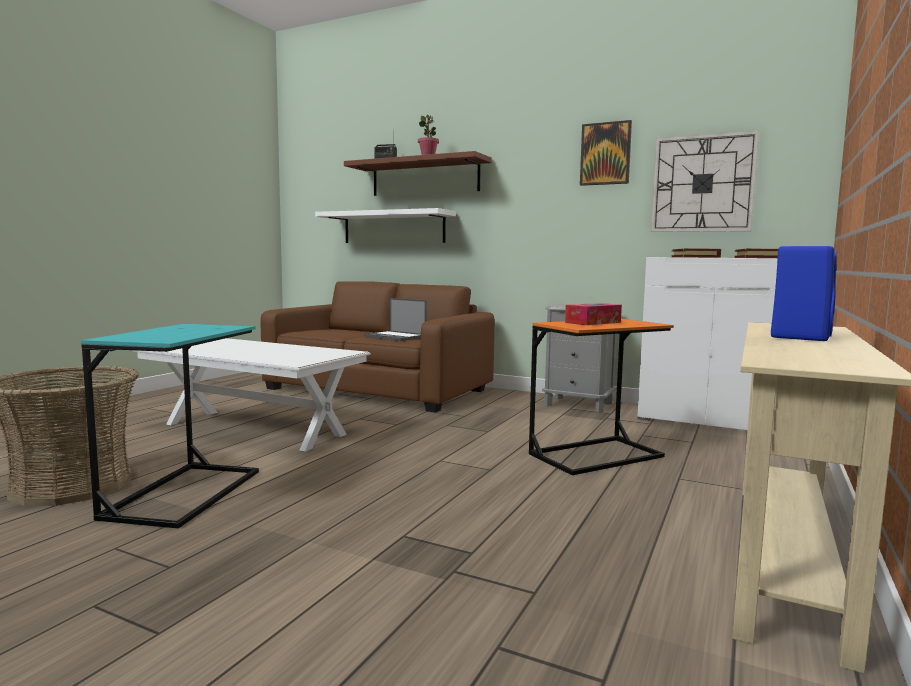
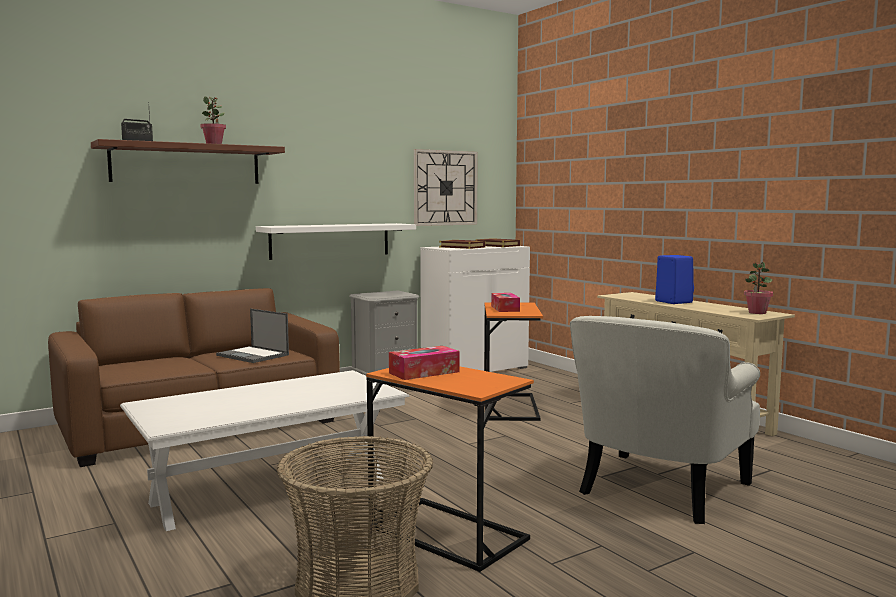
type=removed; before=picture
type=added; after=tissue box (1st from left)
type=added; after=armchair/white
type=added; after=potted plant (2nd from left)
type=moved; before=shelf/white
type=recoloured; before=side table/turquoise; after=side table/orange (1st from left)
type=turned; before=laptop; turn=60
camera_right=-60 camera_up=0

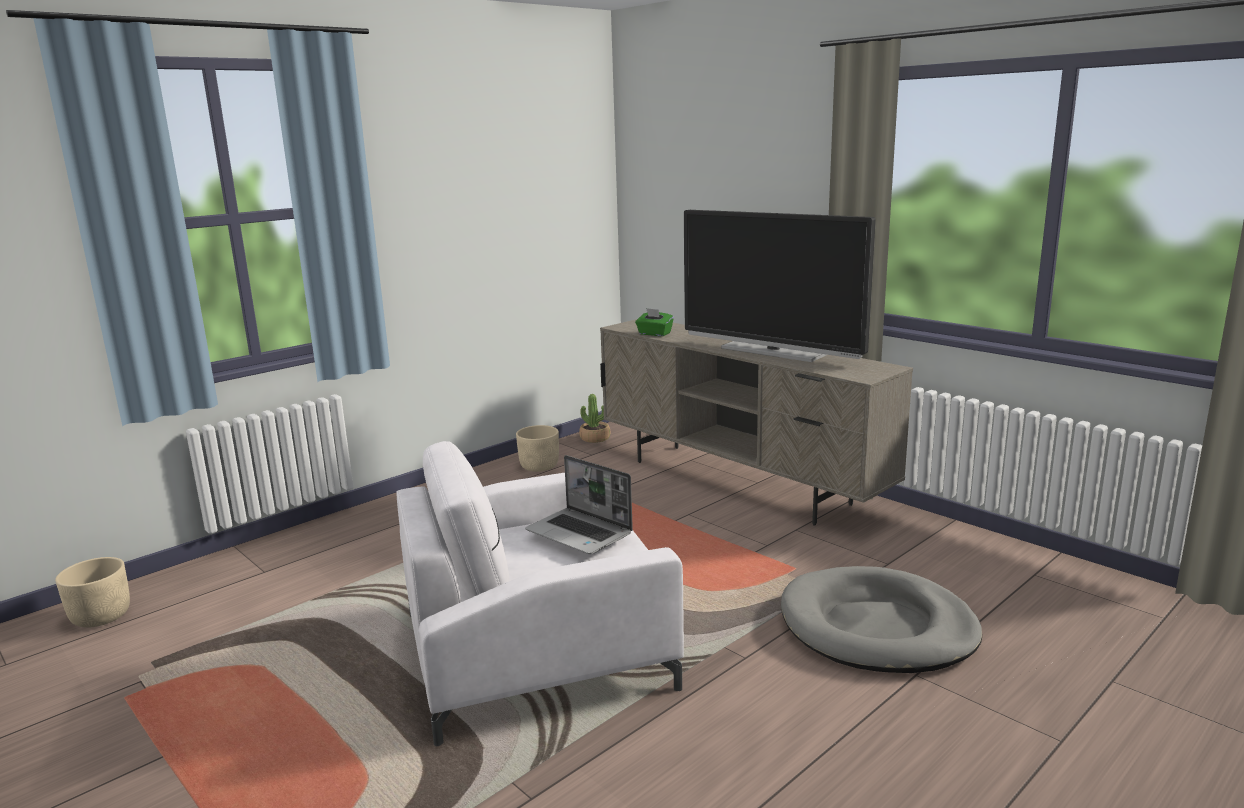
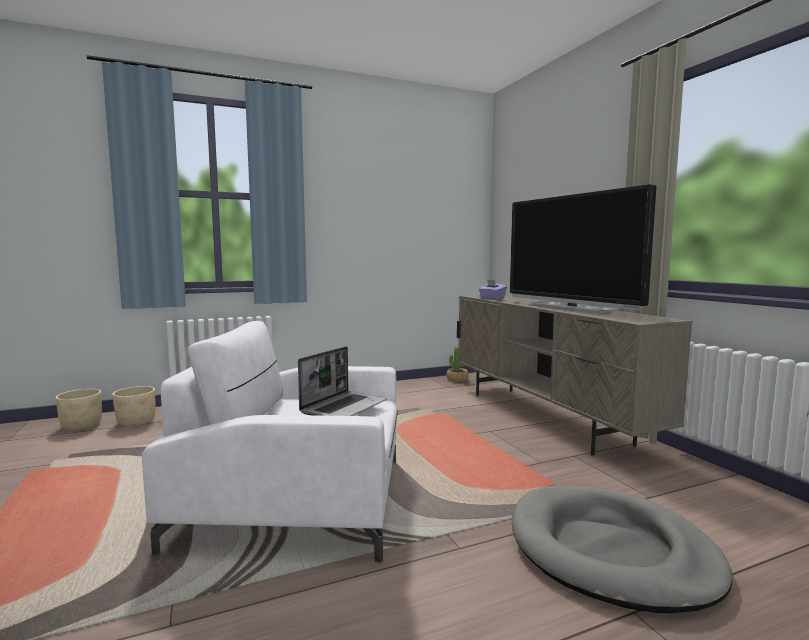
type=moved; before=planter/beige (2nd from left)
type=recoloured; before=tissue box/green; after=tissue box/purple
type=turned; before=laptop; turn=-120
camera_right=20 camera_up=-10

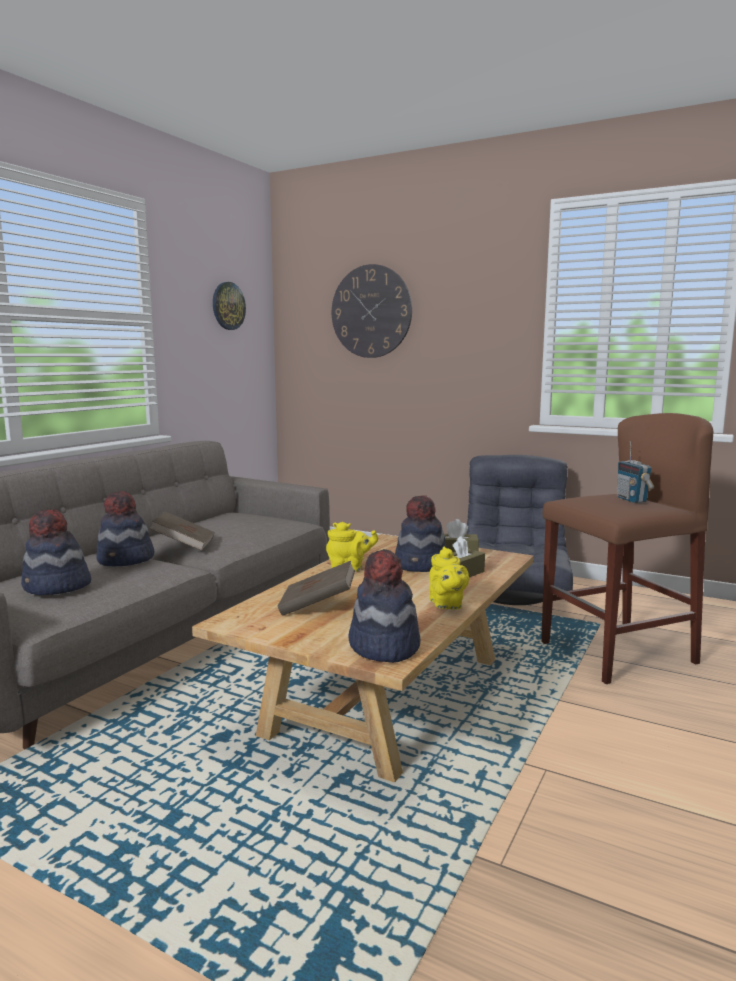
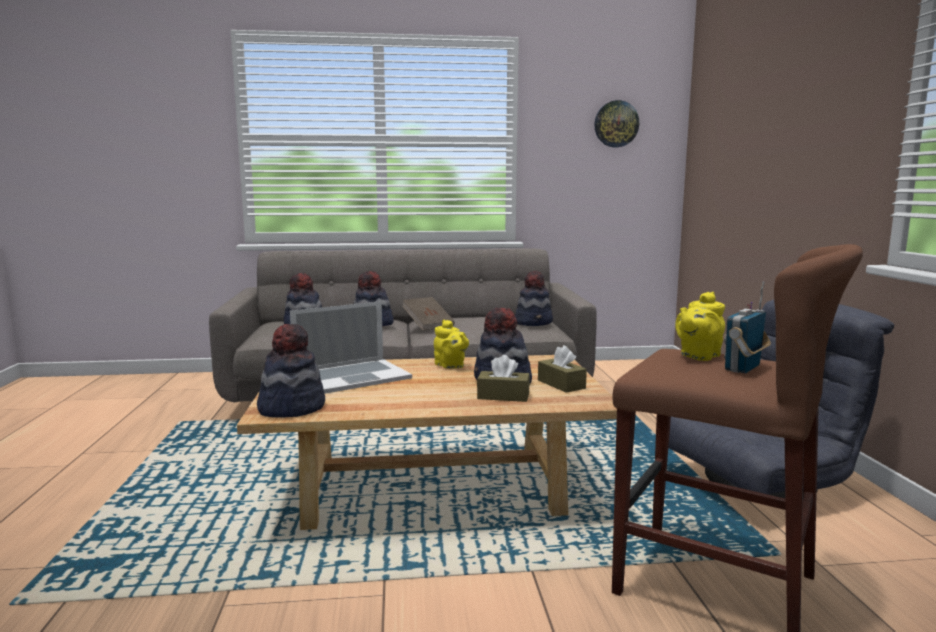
type=removed; before=wall clock (2nd from left)
type=added; after=hat (5th from left)
type=moved; before=teapot/yellow (2nd from left)
type=replaced; before=book/brown (2nd from left); after=laptop
camera_right=55 camera_up=0

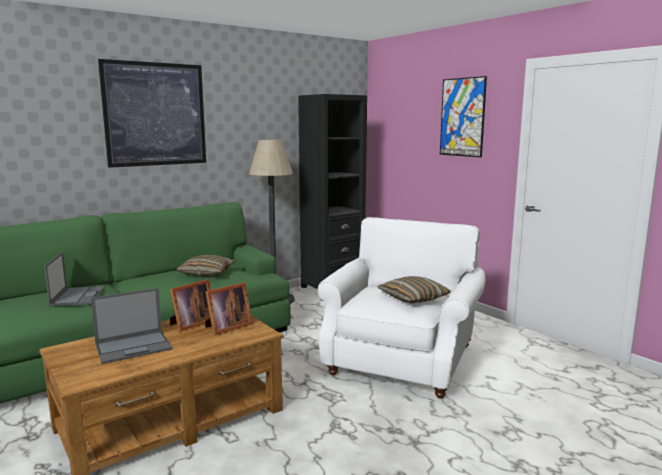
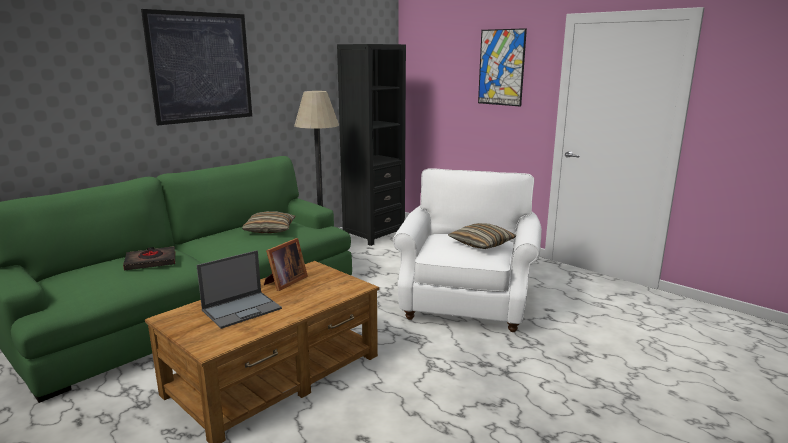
type=removed; before=picture frame (2nd from left)
type=replaced; before=laptop (1st from left); after=book/black
camera_right=-10 camera_up=5

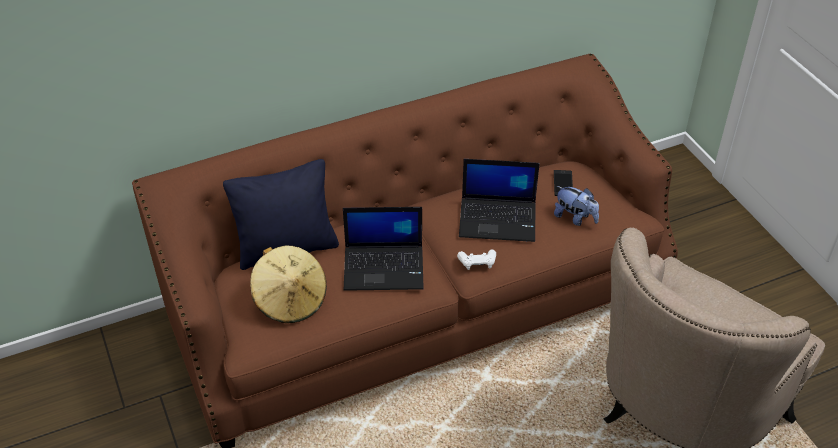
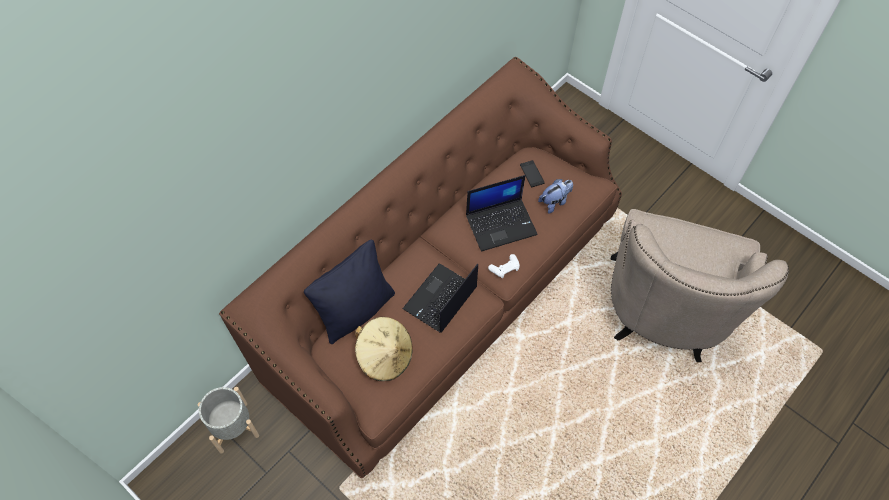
type=added; after=planter/grey
type=turned; before=laptop (1st from left); turn=150
type=turned; before=plush toy; turn=-45
camera_right=-25 camera_up=15

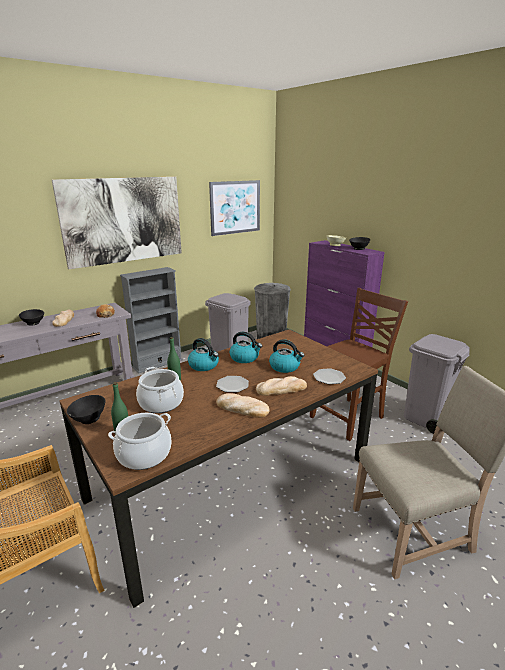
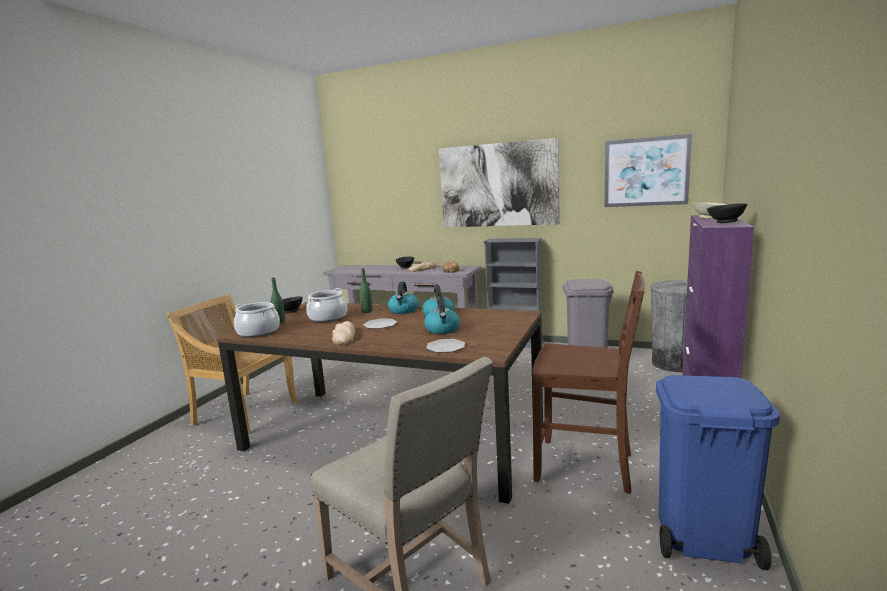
type=removed; before=bread (4th from left)
type=recoloured; before=trash can/grey (3rd from left); after=trash can/blue
camera_right=60 camera_up=-10

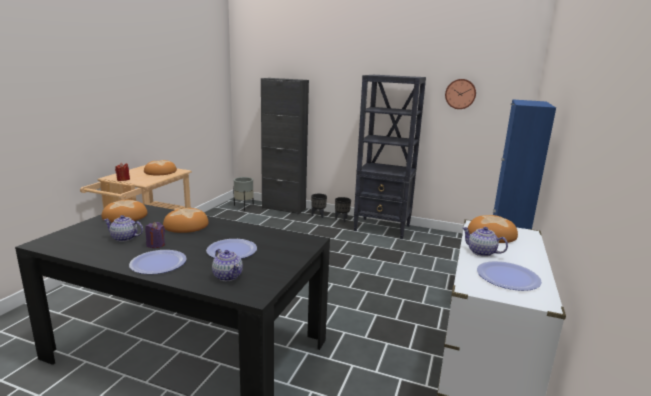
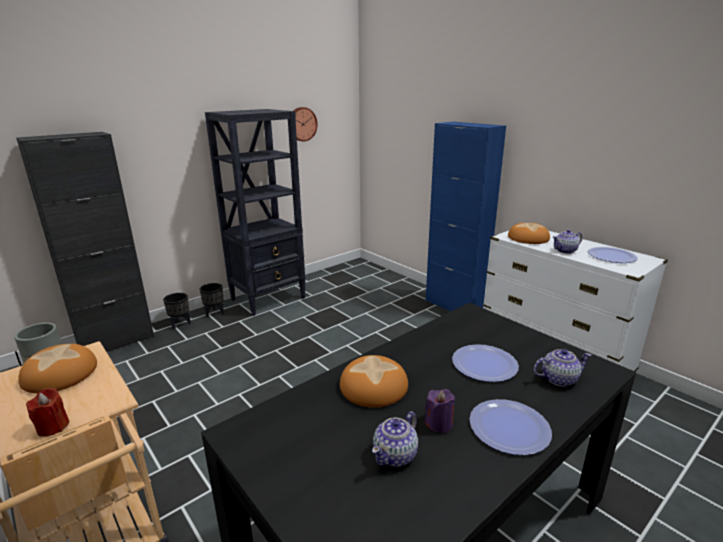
type=removed; before=bread (1st from left)
camera_right=-60 camera_up=5

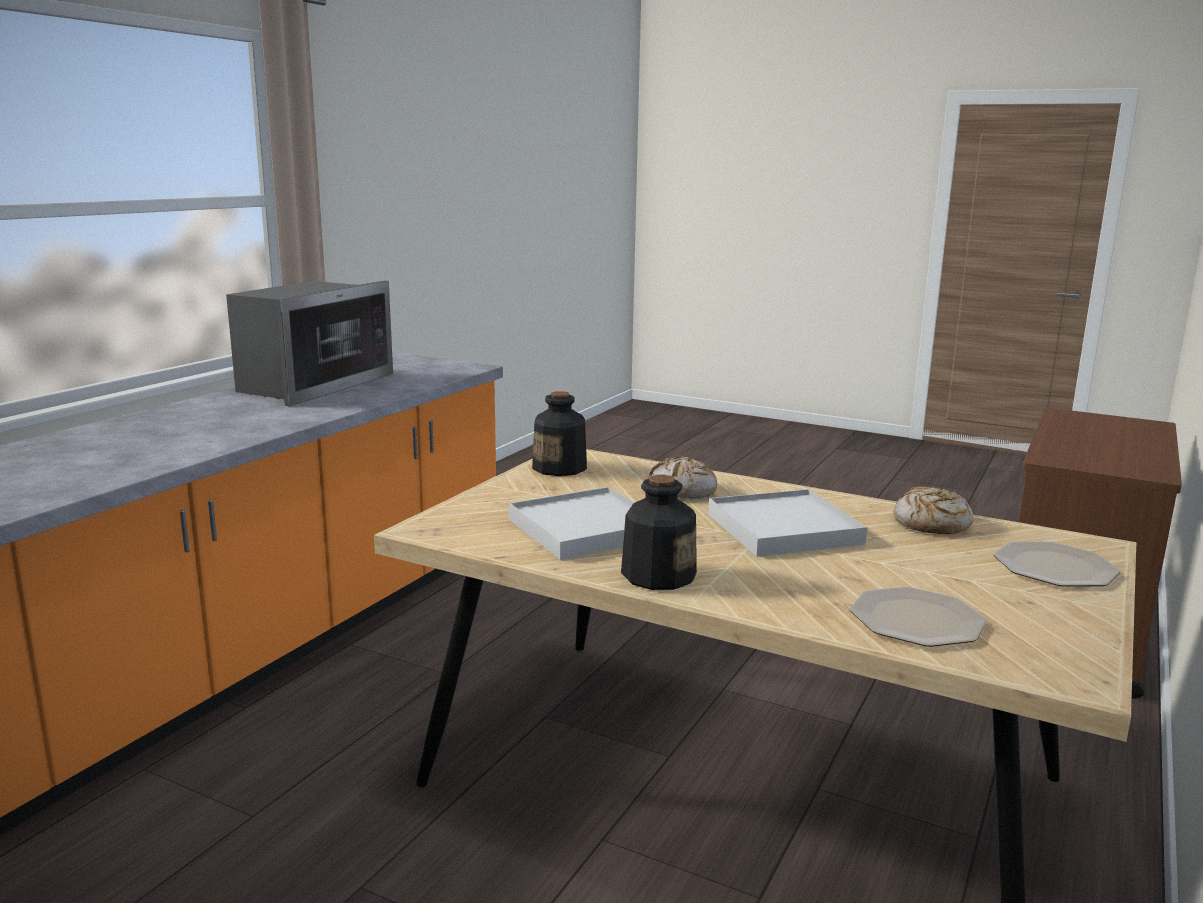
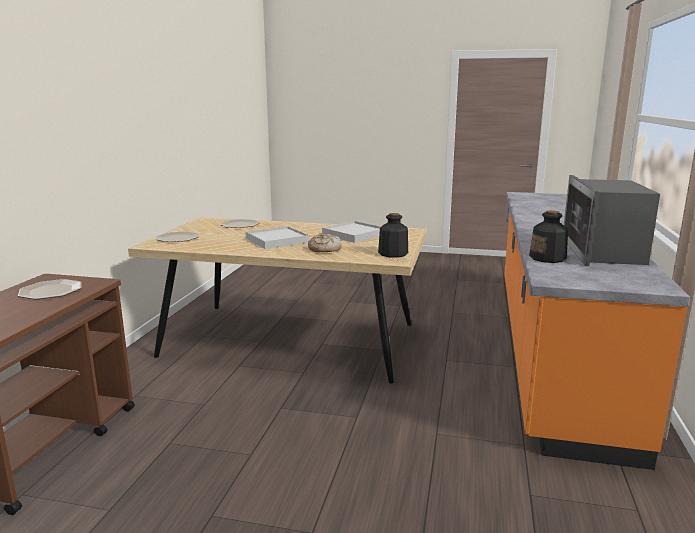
type=removed; before=bread (2nd from left)
type=added; after=plate (1st from left)
type=moved; before=bottle (2nd from left)
camera_right=165 camera_up=0

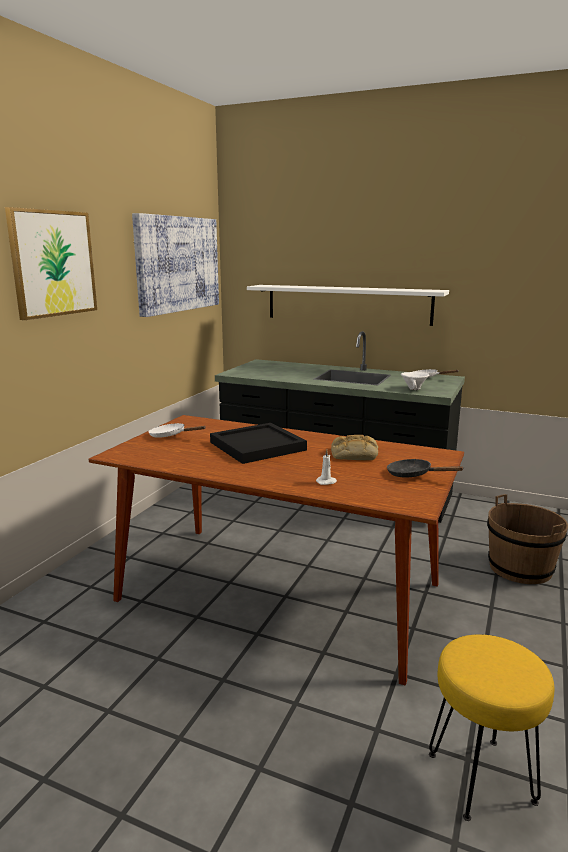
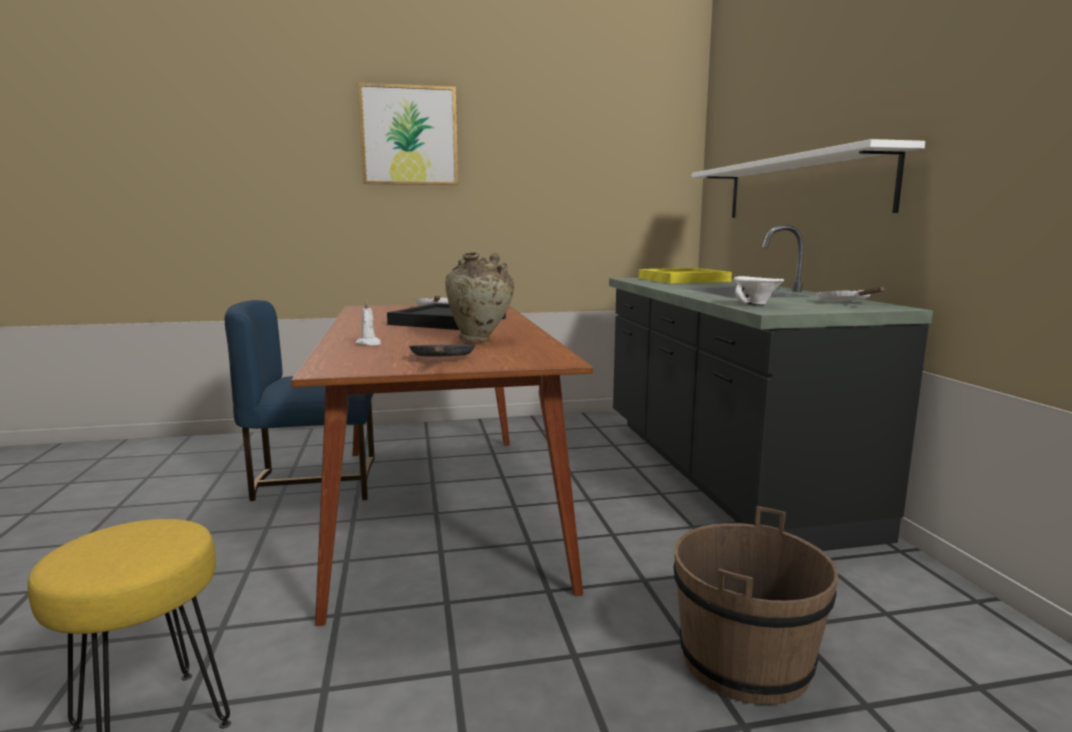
type=removed; before=picture (2nd from left)
type=added; after=chair/blue
type=added; after=tray/yellow
type=replaced; before=bread; after=vase/beige
camera_right=55 camera_up=-5

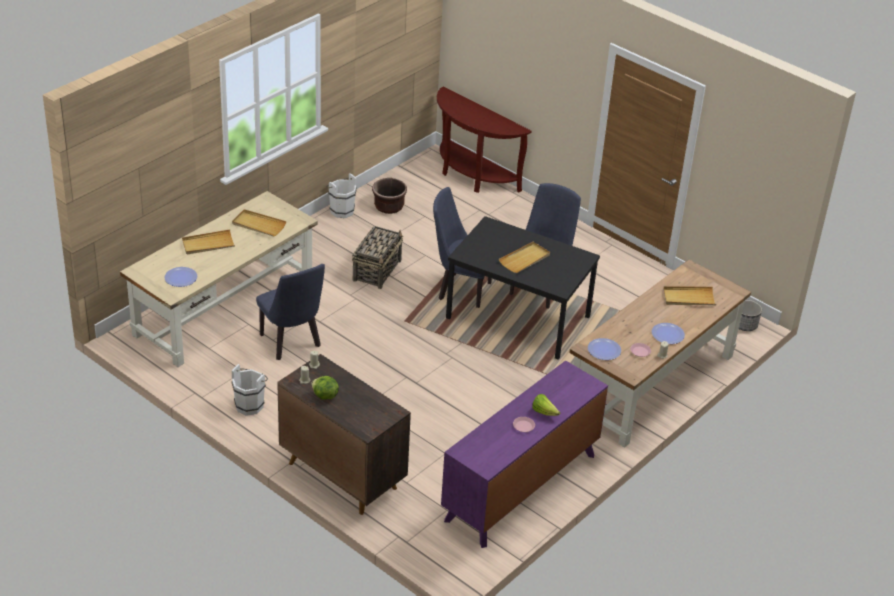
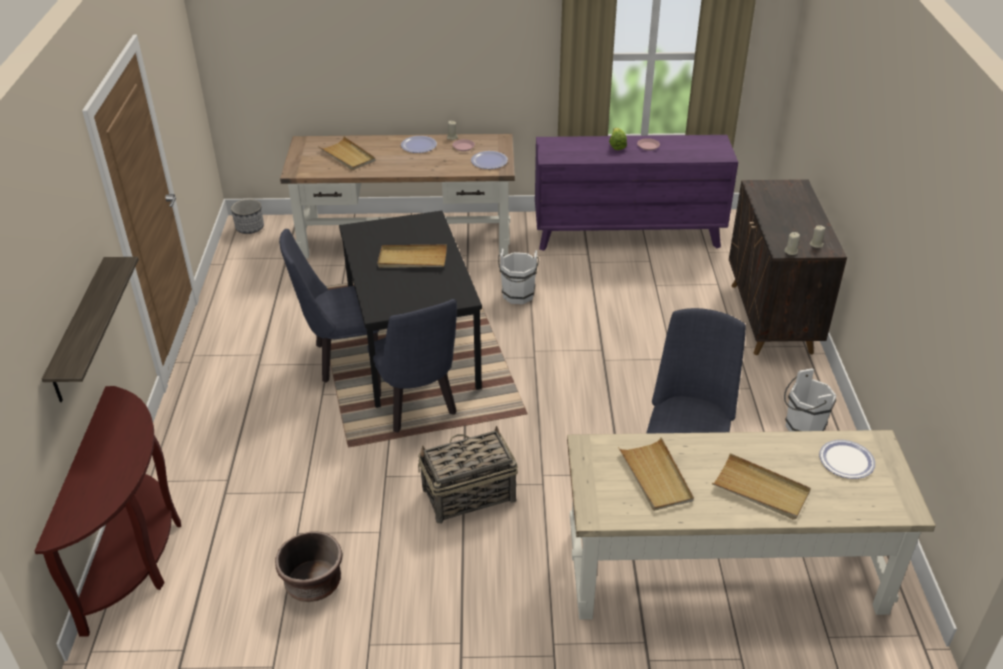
type=removed; before=lettuce (1st from left)
type=added; after=shelf
type=moved; before=bucket/white (2nd from left in the first image); after=bucket/white (1st from left)
camera_right=-130 camera_up=0

